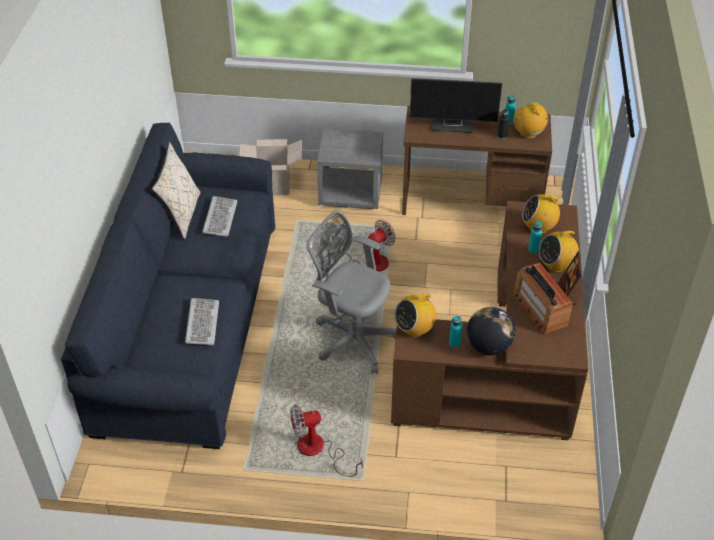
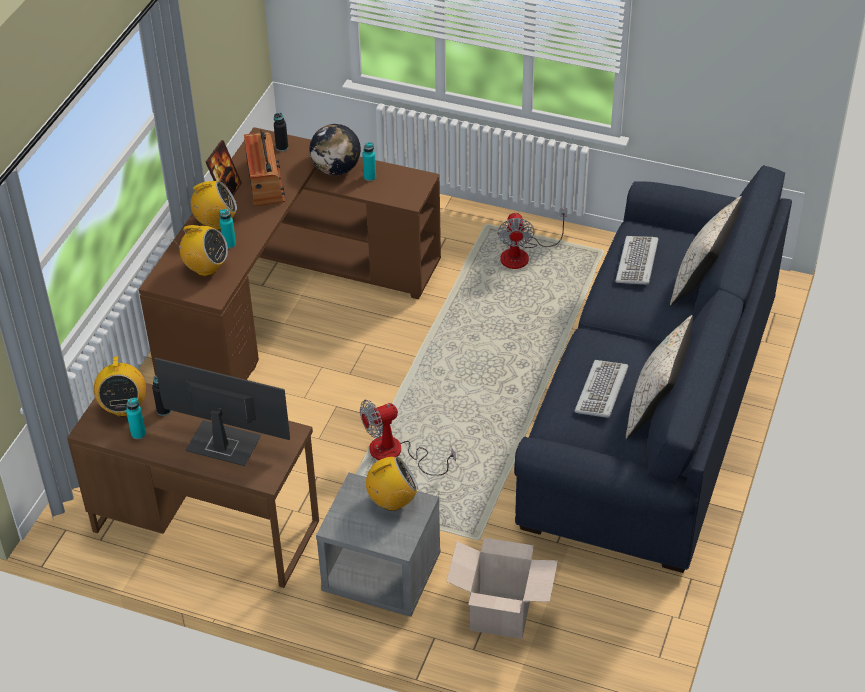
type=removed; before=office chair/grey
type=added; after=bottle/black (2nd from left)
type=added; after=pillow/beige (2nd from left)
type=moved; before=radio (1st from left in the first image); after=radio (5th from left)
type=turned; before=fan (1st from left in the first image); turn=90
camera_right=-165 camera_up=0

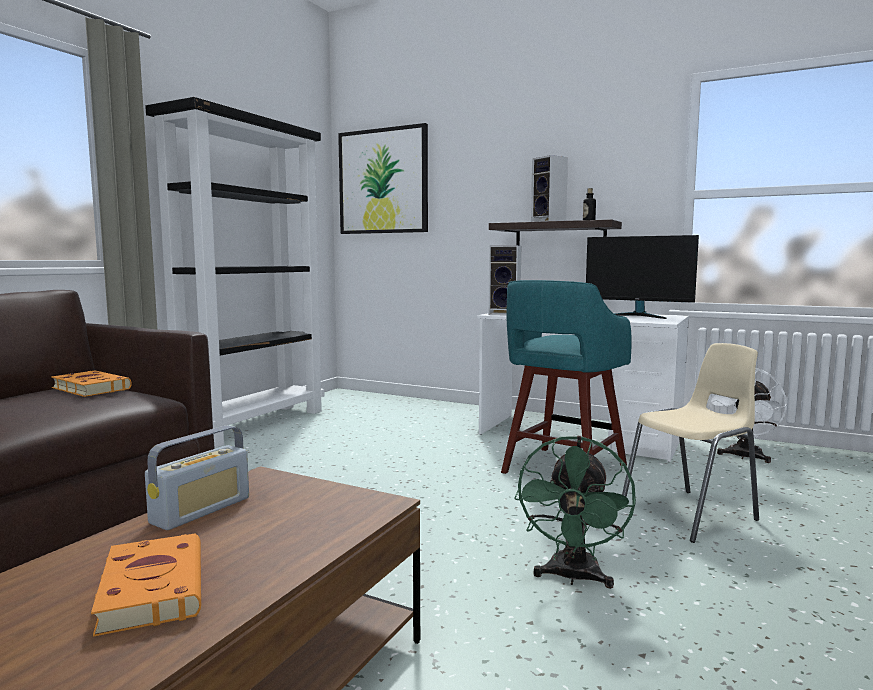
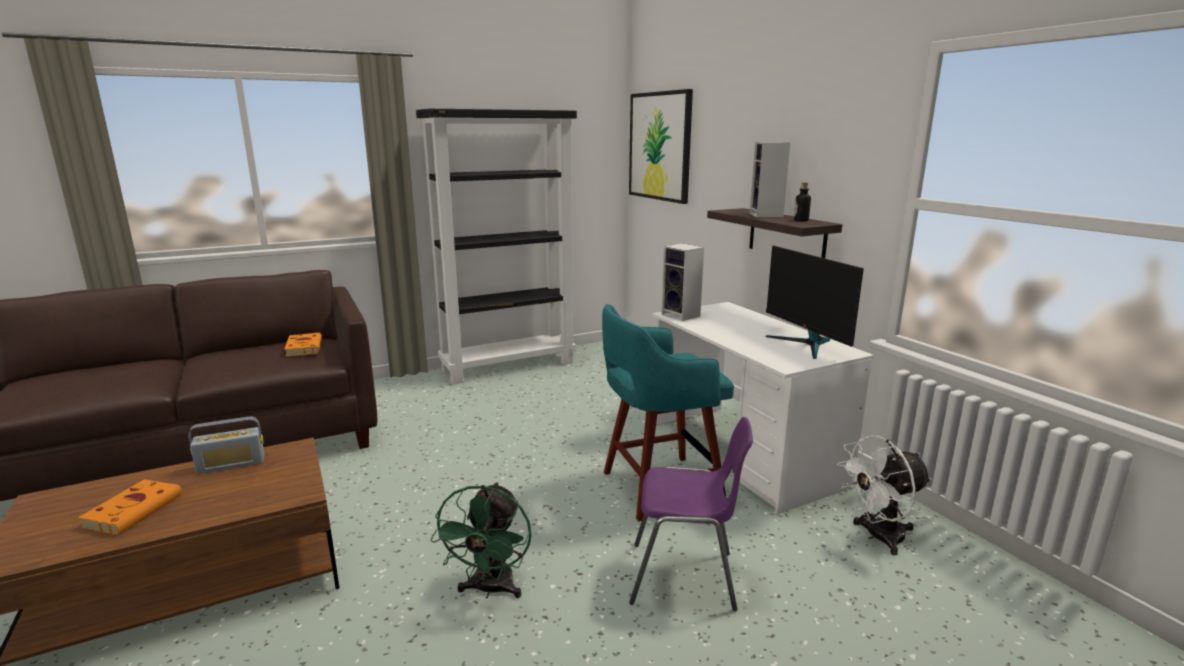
type=recoloured; before=chair/beige; after=chair/purple
type=turned; before=fan/green; turn=-45
camera_right=35 camera_up=10

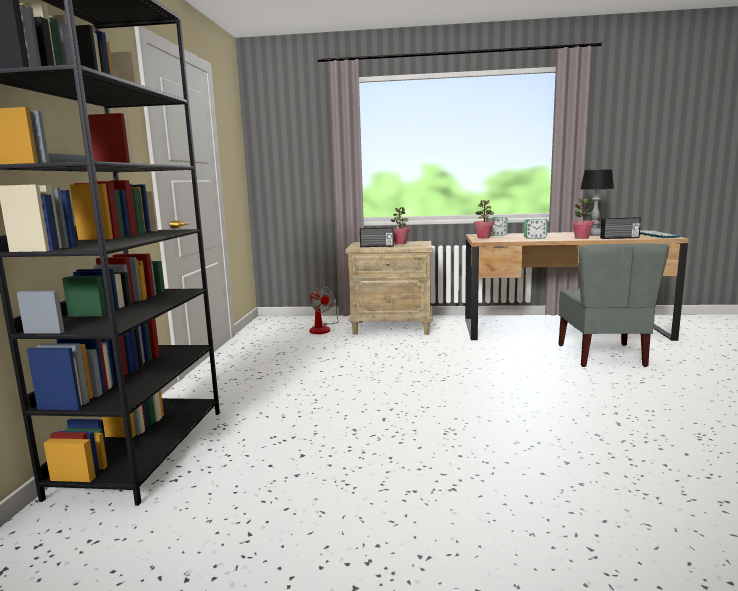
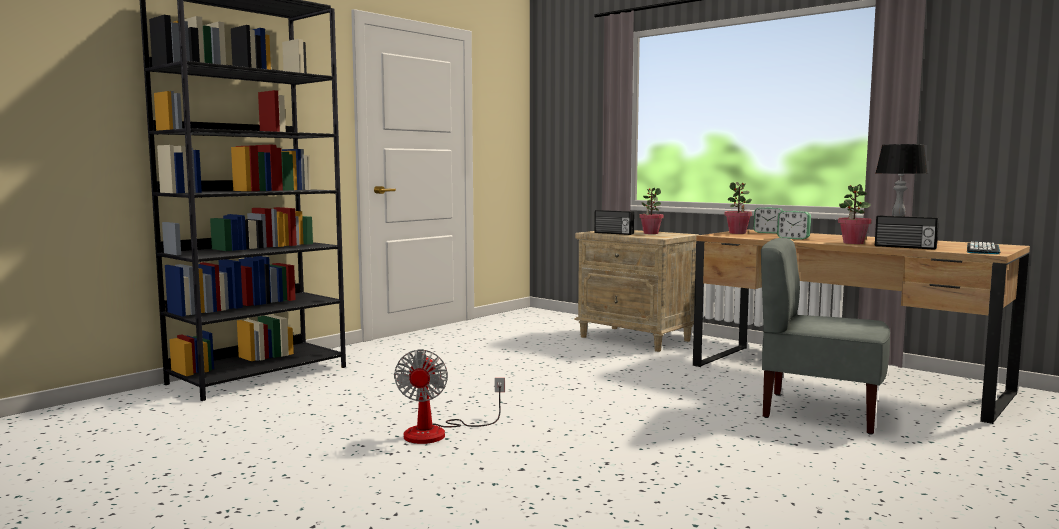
type=moved; before=fan
type=turned; before=chair/grey; turn=75
camera_right=35 camera_up=-5

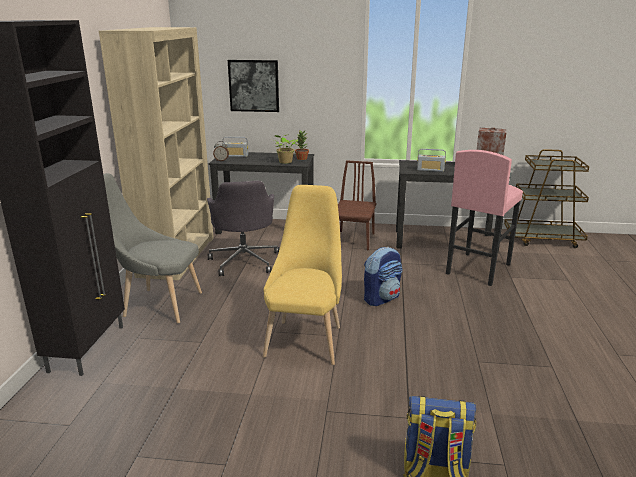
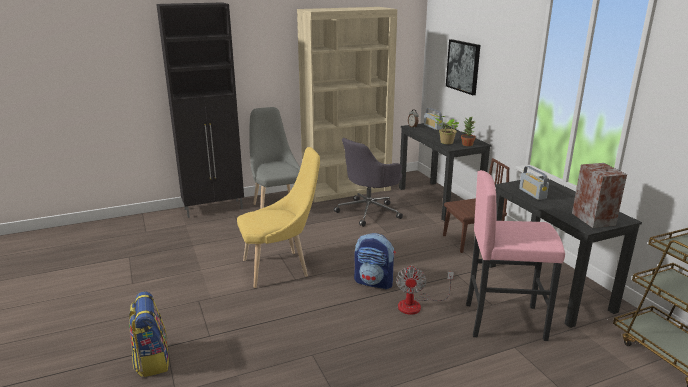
type=added; after=fan
camera_right=60 camera_up=0

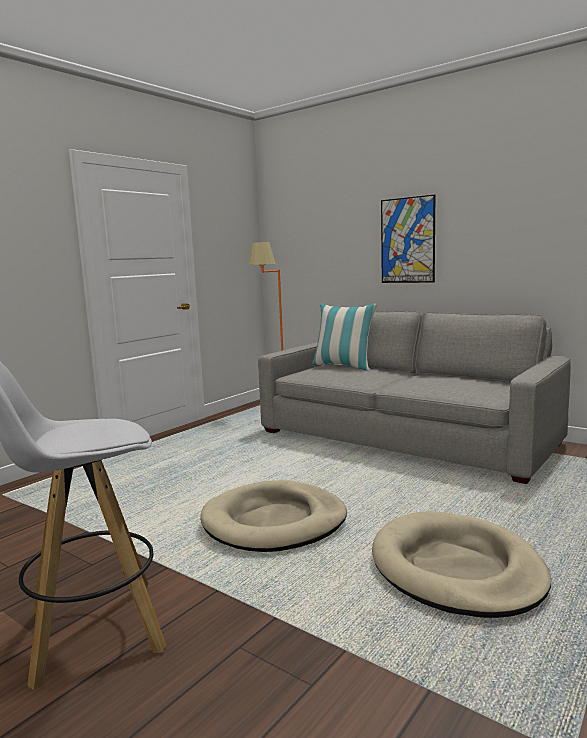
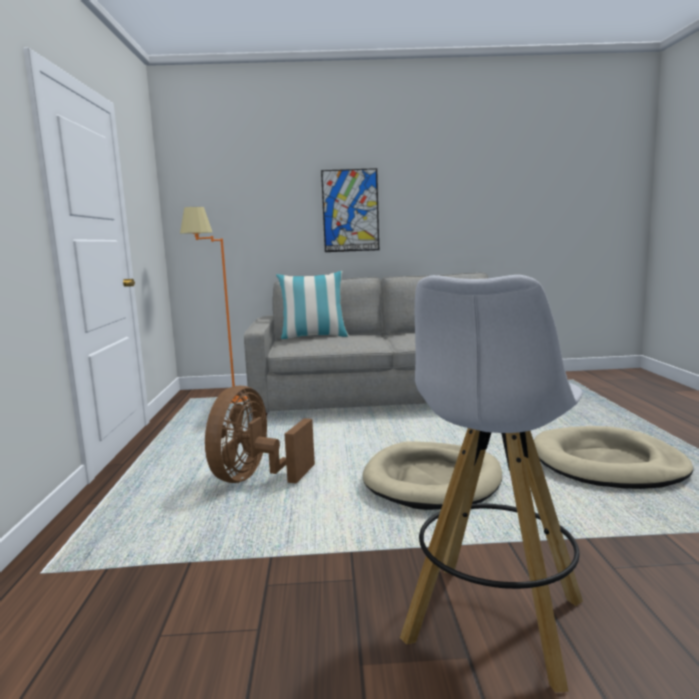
type=added; after=fan/brown
camera_right=-40 camera_up=0

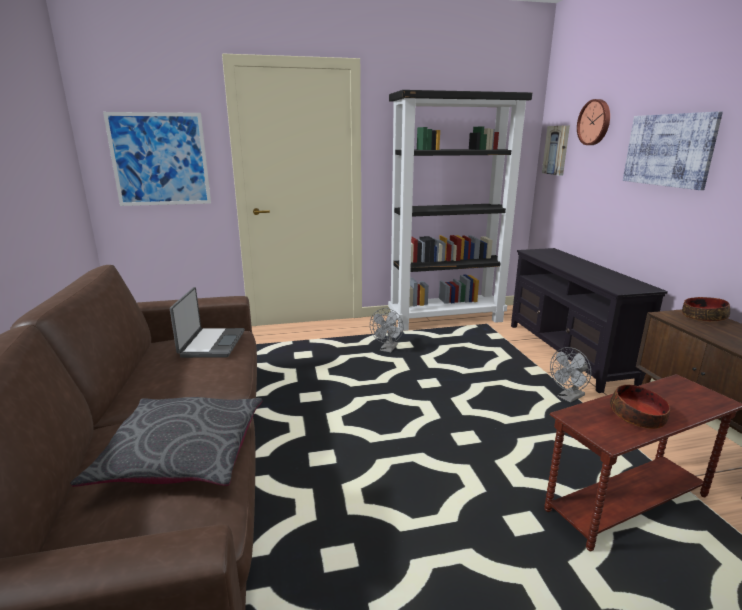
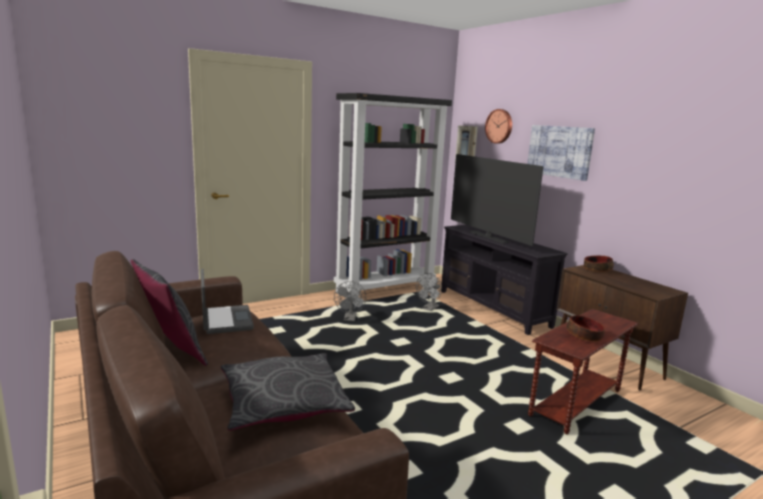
type=removed; before=picture (1st from left)
type=added; after=pillow/grey (1st from left)
type=added; after=television
type=moved; before=fan/grey (2nd from left)
camera_right=-20 camera_up=-5

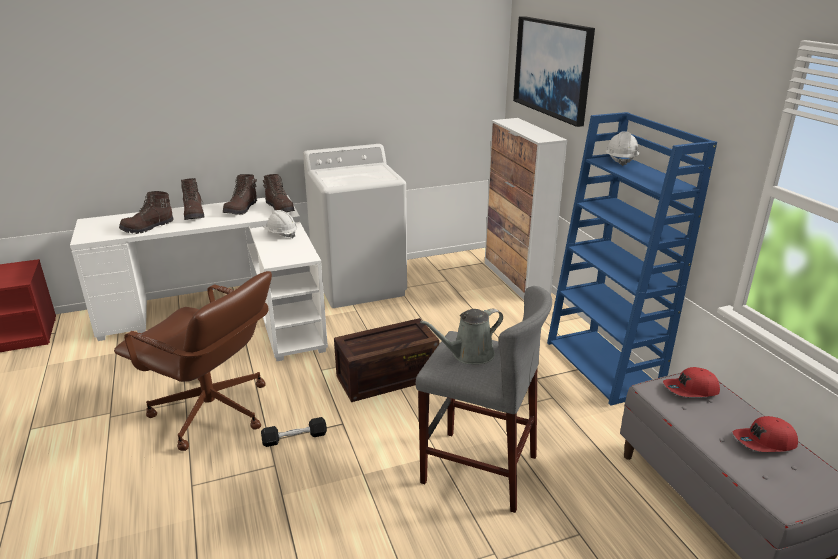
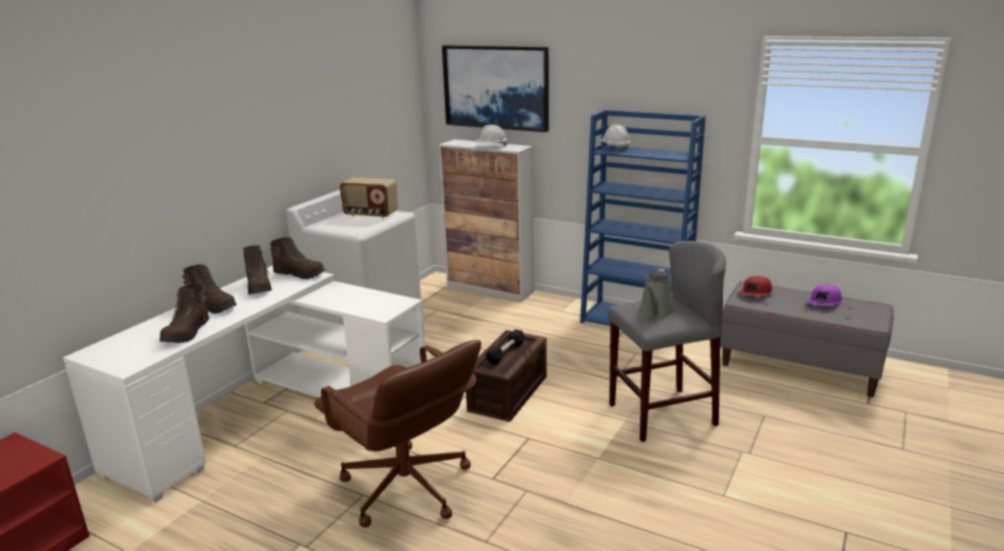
type=added; after=radio
type=moved; before=dumbbell/black
type=moved; before=hard hat/white (1st from left)
type=recoloured; before=cap/red (2nd from left); after=cap/purple
type=turned; before=office chair/brown; turn=60
camera_right=-40 camera_up=-5

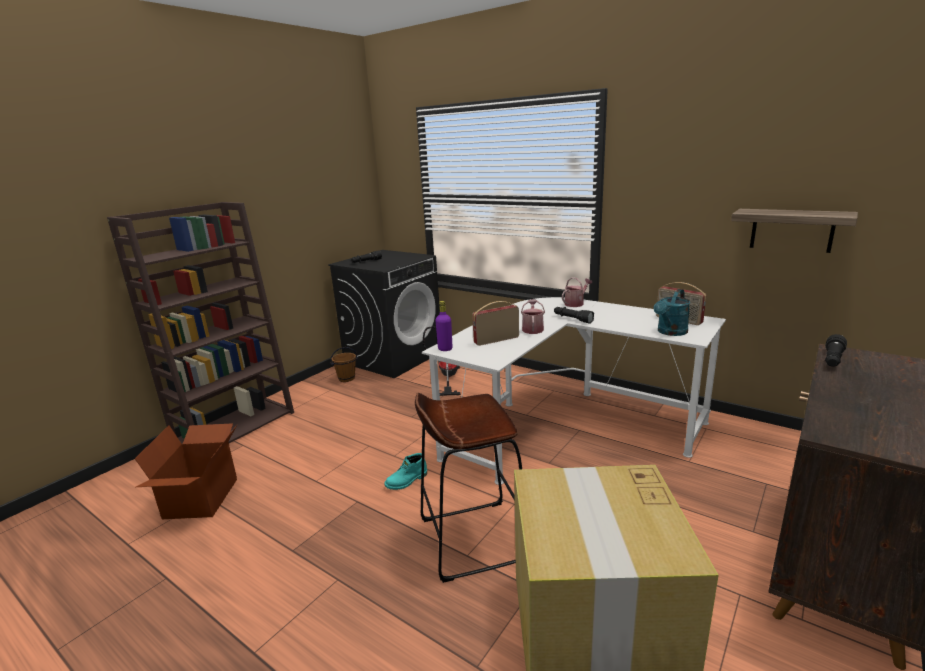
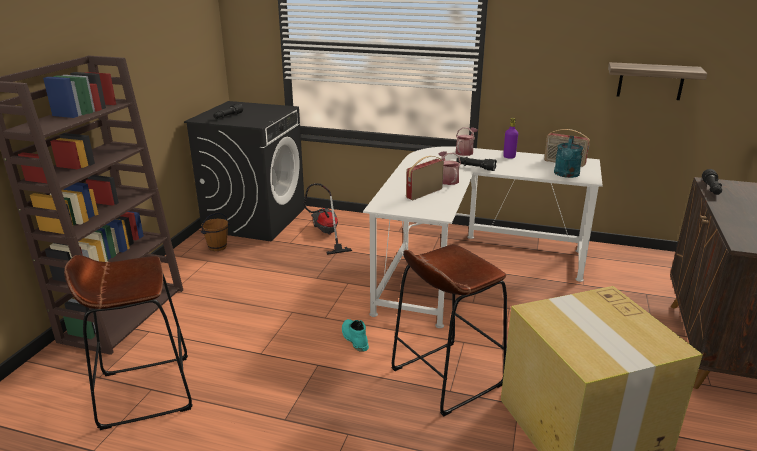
type=moved; before=bottle/purple
type=replaced; before=cardboard box (1st from left); after=stool/brown (1st from left)
type=turned; before=boot/turquoise; turn=120
camera_right=-20 camera_up=5

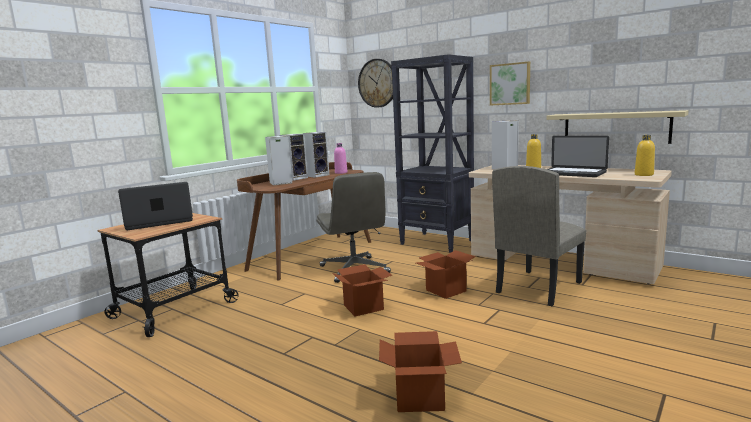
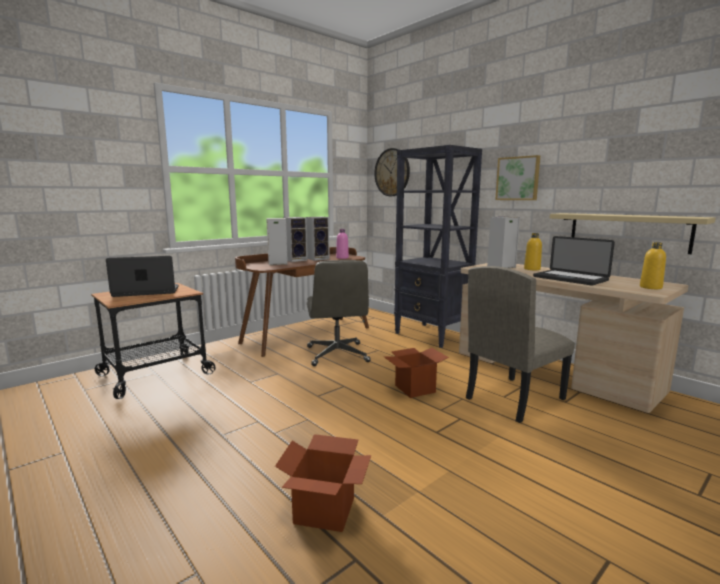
type=removed; before=cardboard box (1st from left)
camera_right=10 camera_up=0

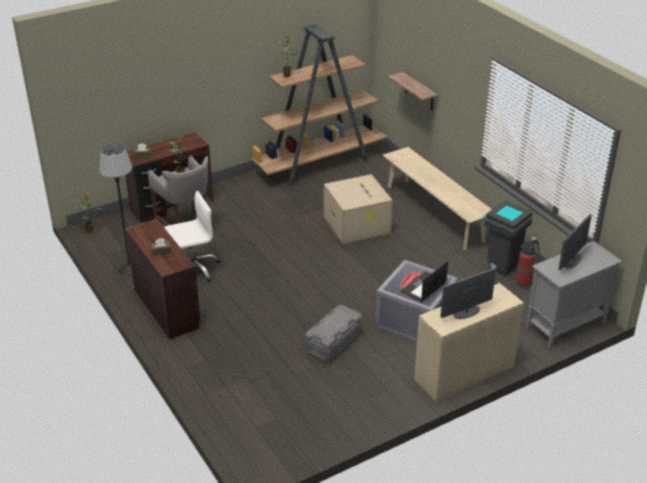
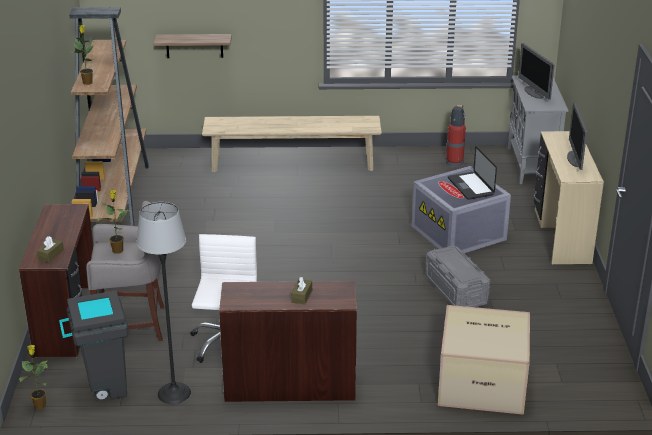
type=moved; before=cardboard box
type=moved; before=trash can/grey
camera_right=-60 camera_up=-5

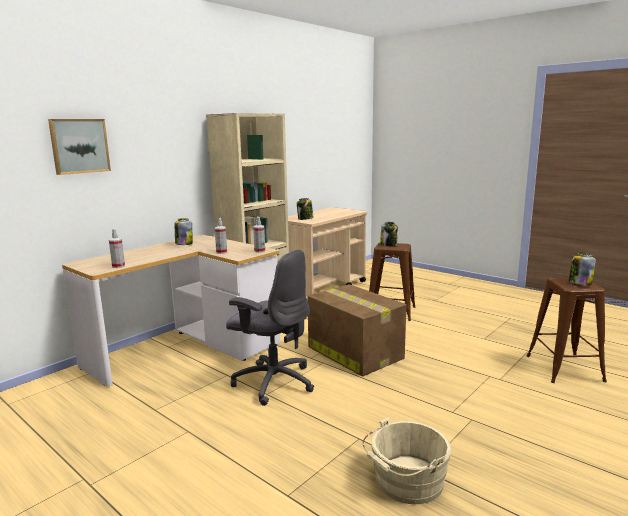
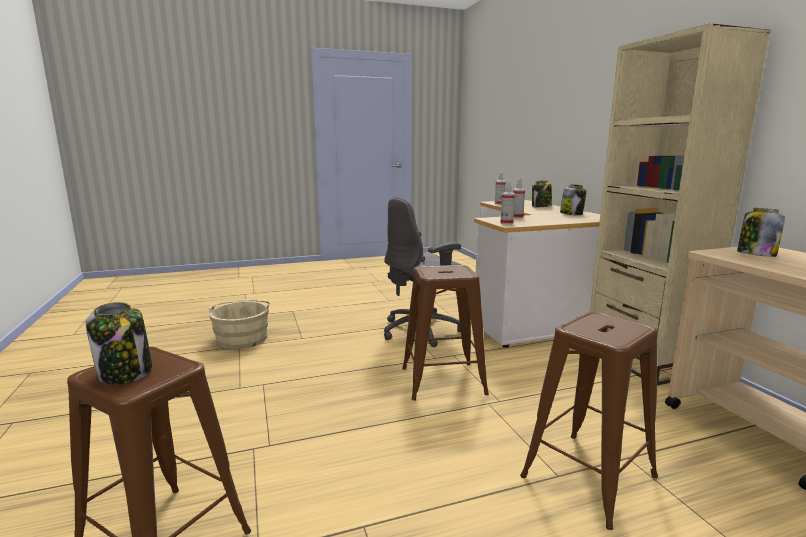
type=removed; before=picture
type=moved; before=jar (3rd from left in the first image); after=jar (2nd from left)
type=replaced; before=cardboard box; after=stool/brown (2nd from left)
camera_right=120 camera_up=0

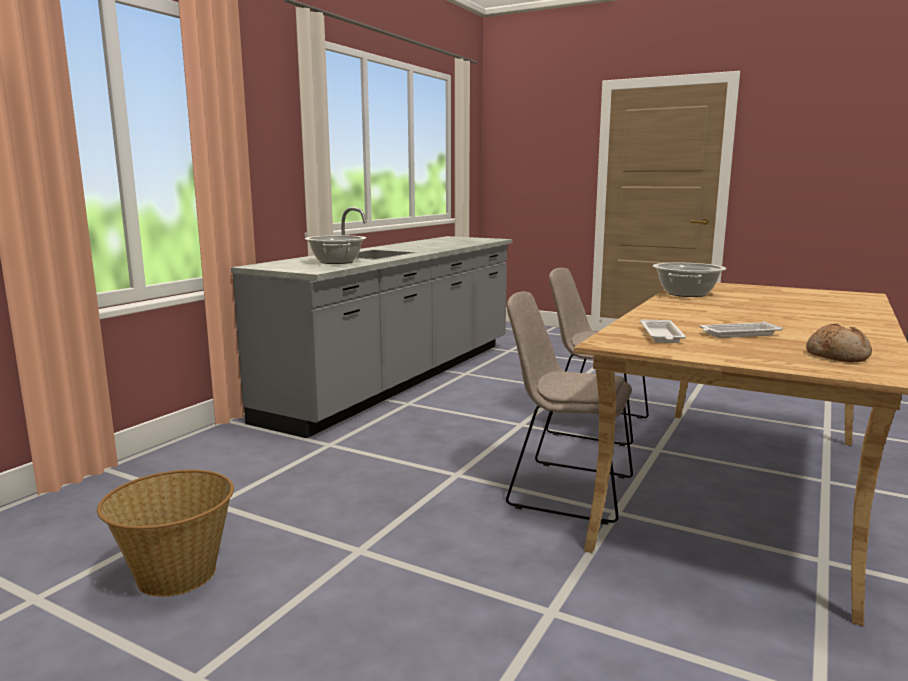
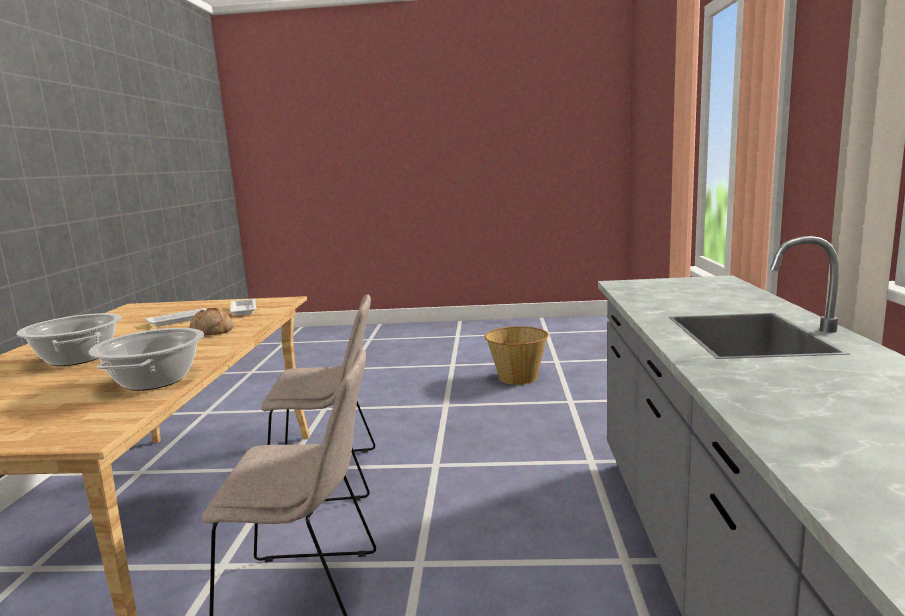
type=moved; before=cooking pot (1st from left)
type=moved; before=bread
camera_right=155 camera_up=0

